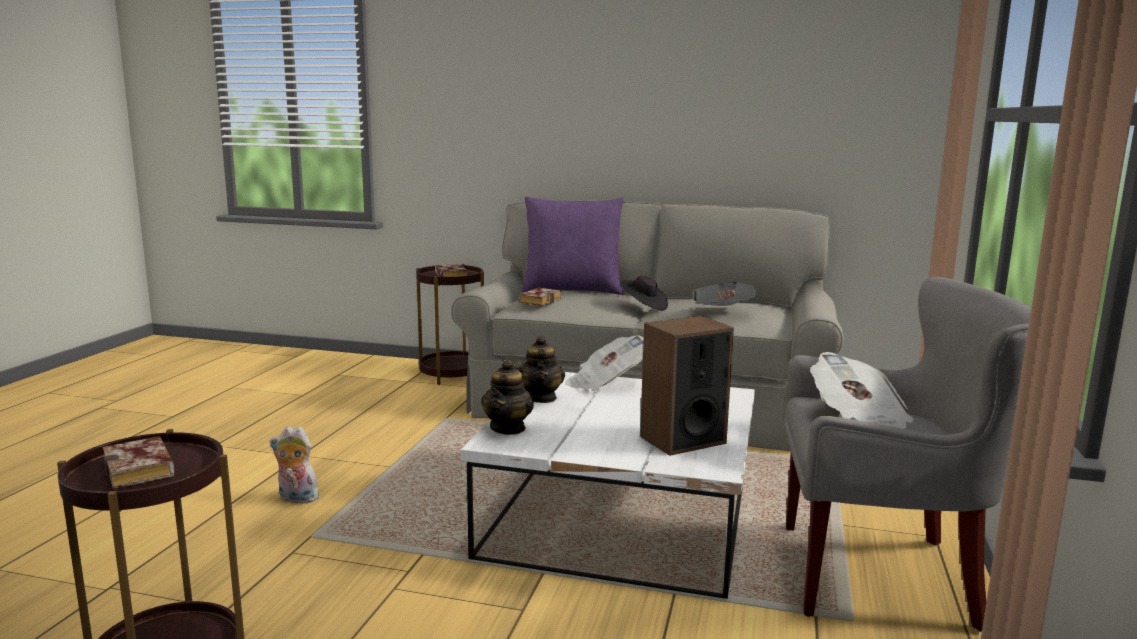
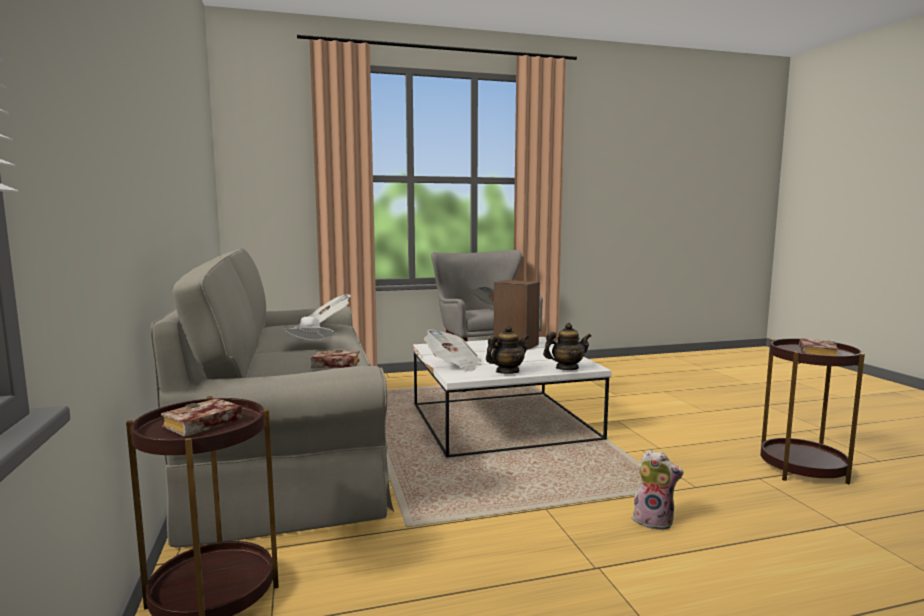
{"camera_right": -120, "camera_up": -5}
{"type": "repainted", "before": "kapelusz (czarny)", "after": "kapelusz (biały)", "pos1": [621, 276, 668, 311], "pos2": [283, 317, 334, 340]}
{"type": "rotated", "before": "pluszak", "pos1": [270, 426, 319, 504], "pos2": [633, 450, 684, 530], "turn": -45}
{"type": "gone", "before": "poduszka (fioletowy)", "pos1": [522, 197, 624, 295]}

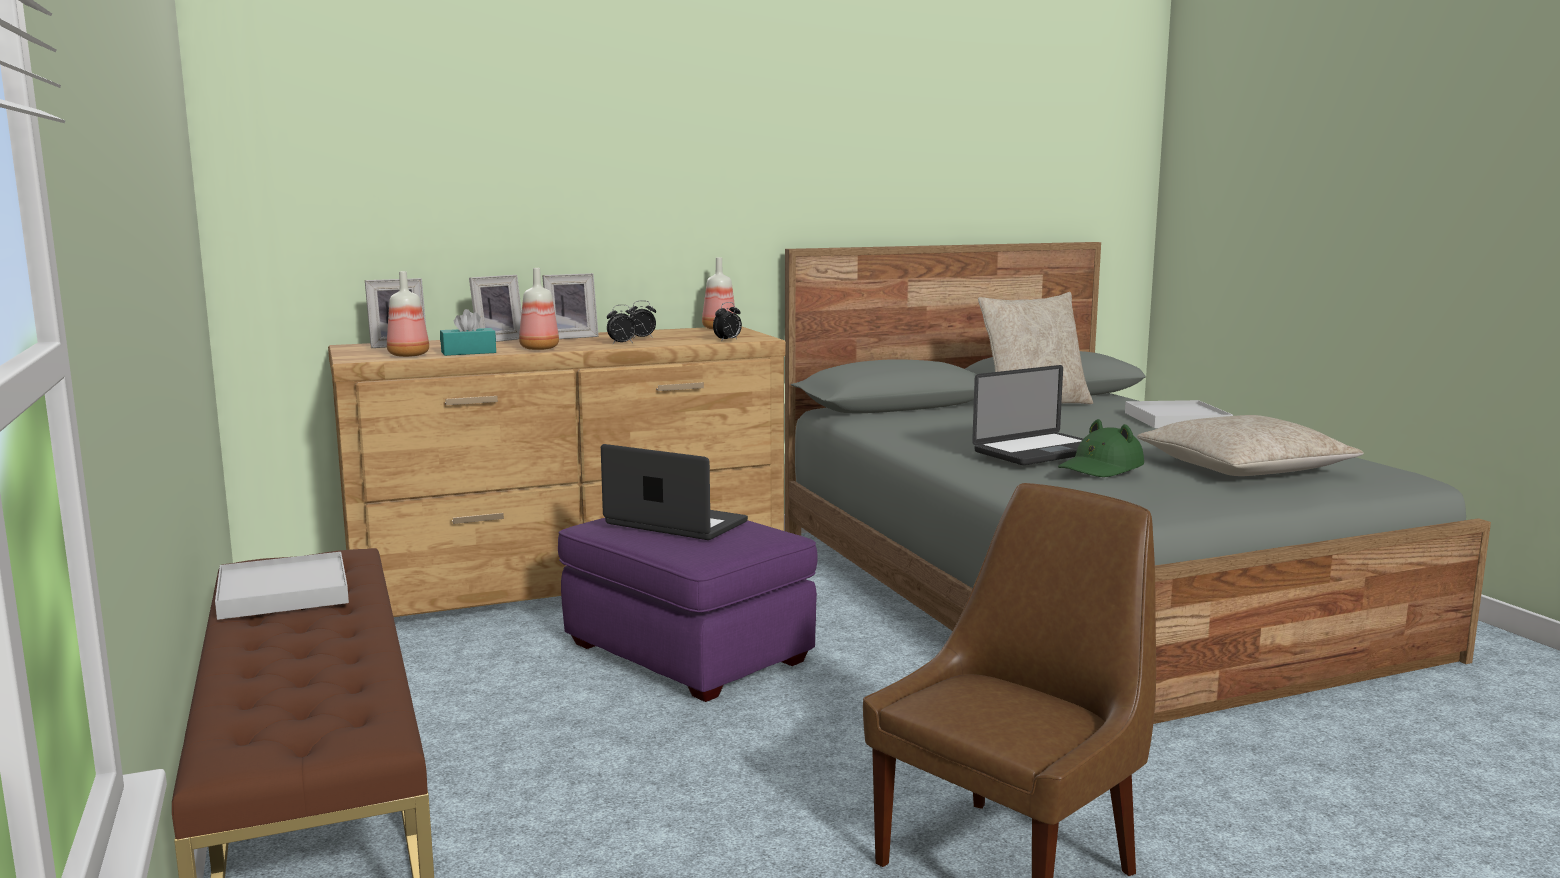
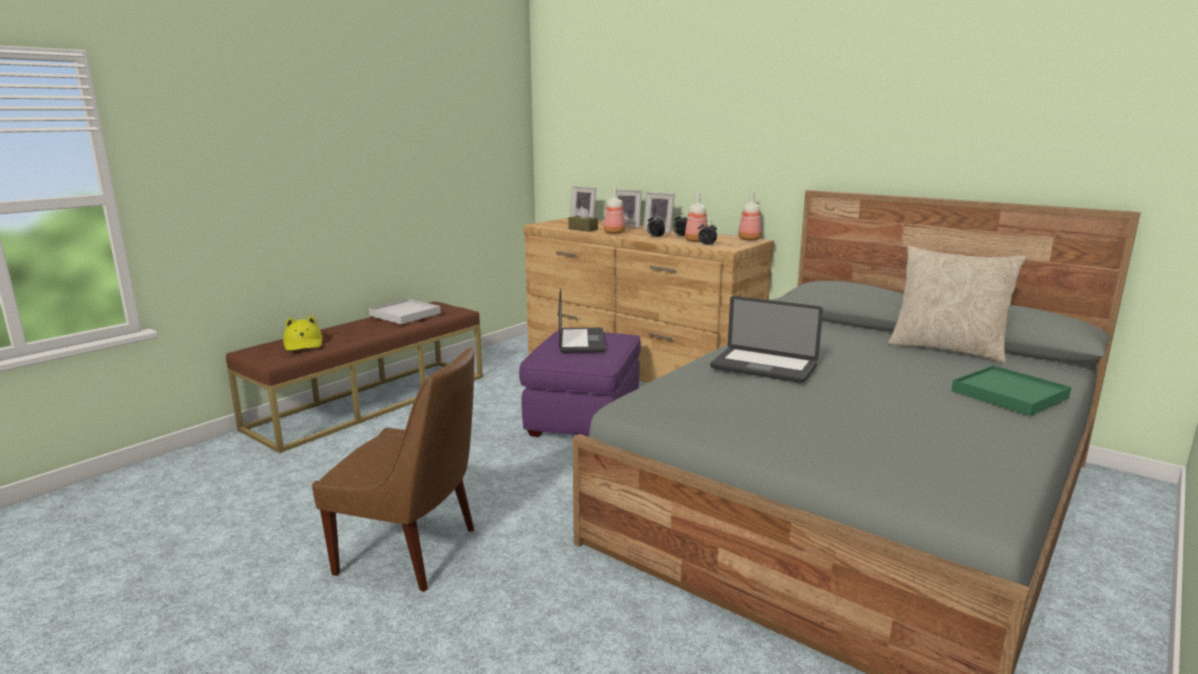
{"camera_right": 60, "camera_up": 5}
{"type": "new", "after": "kapelusz (żółty)", "pos2": [283, 316, 323, 351]}
{"type": "repainted", "before": "pudełko chusteczek (turkusowy)", "after": "pudełko chusteczek (brązowy)", "pos1": [440, 309, 496, 356], "pos2": [568, 206, 598, 232]}
{"type": "shifted", "before": "butelka", "pos1": [387, 271, 429, 357], "pos2": [685, 192, 708, 242]}
{"type": "repainted", "before": "taca (biały)", "after": "taca (zielony)", "pos1": [1125, 400, 1233, 428], "pos2": [951, 365, 1071, 416]}
{"type": "gone", "before": "kapelusz (zielony)", "pos1": [1058, 419, 1144, 477]}
{"type": "gone", "before": "poduszka (beżowy)", "pos1": [1137, 415, 1364, 476]}

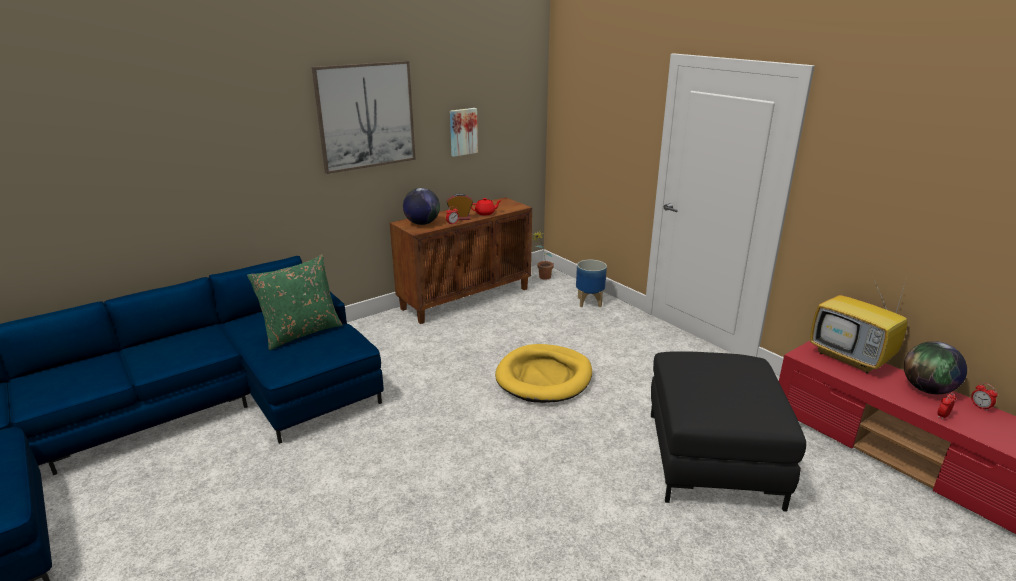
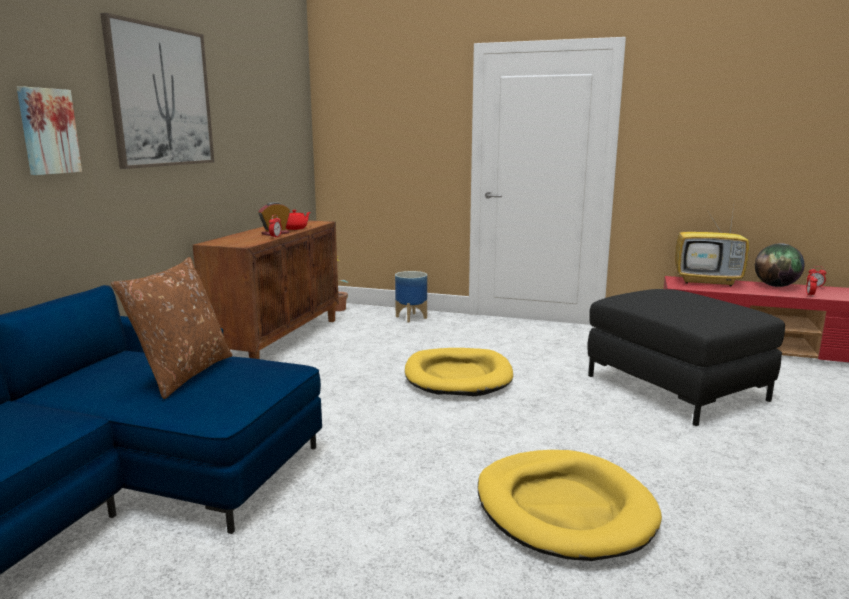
{"camera_right": -35, "camera_up": -10}
{"type": "shifted", "before": "obraz", "pos1": [450, 108, 478, 157], "pos2": [17, 86, 82, 175]}
{"type": "repainted", "before": "poduszka (zielony)", "after": "poduszka (brązowy)", "pos1": [247, 255, 342, 350], "pos2": [111, 257, 233, 399]}
{"type": "new", "after": "legowisko (żółty)", "pos2": [478, 450, 662, 561]}
{"type": "gone", "before": "globus", "pos1": [403, 188, 440, 225]}

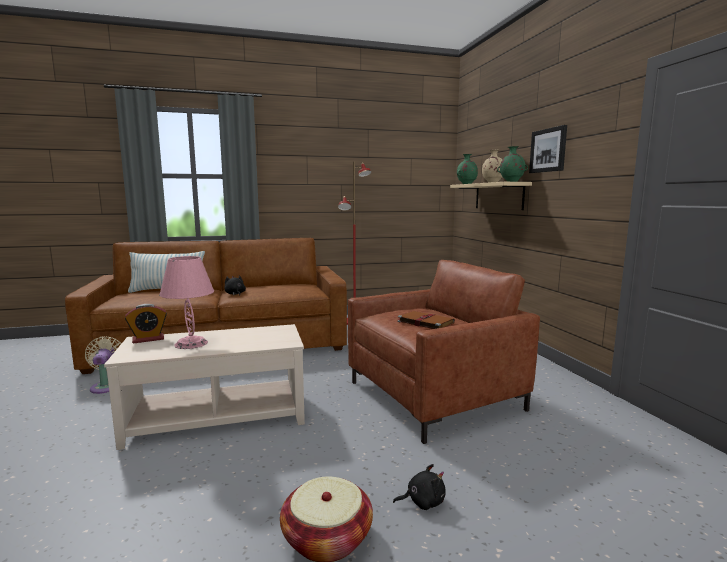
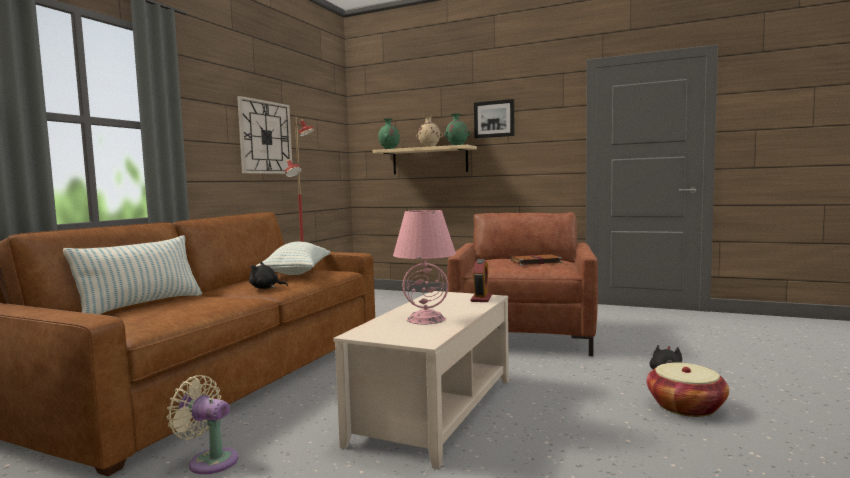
{"camera_right": -50, "camera_up": -5}
{"type": "new", "after": "zegar ścienny", "pos2": [237, 96, 292, 174]}
{"type": "new", "after": "poduszka", "pos2": [256, 242, 330, 275]}
{"type": "shifted", "before": "budzik", "pos1": [125, 304, 167, 344], "pos2": [471, 259, 492, 302]}

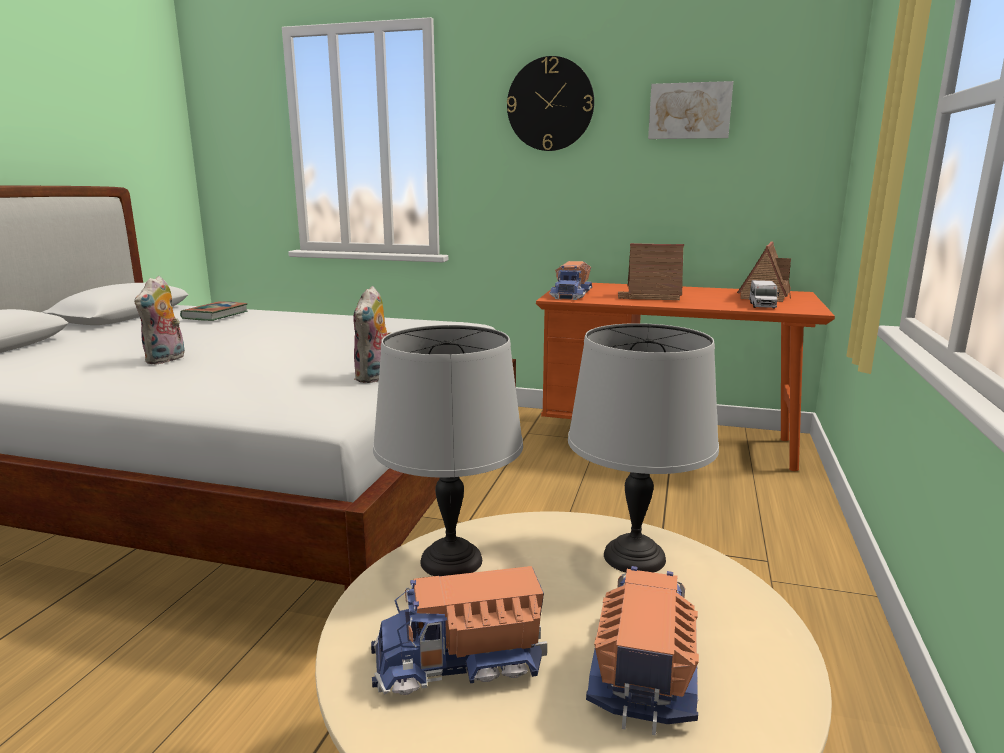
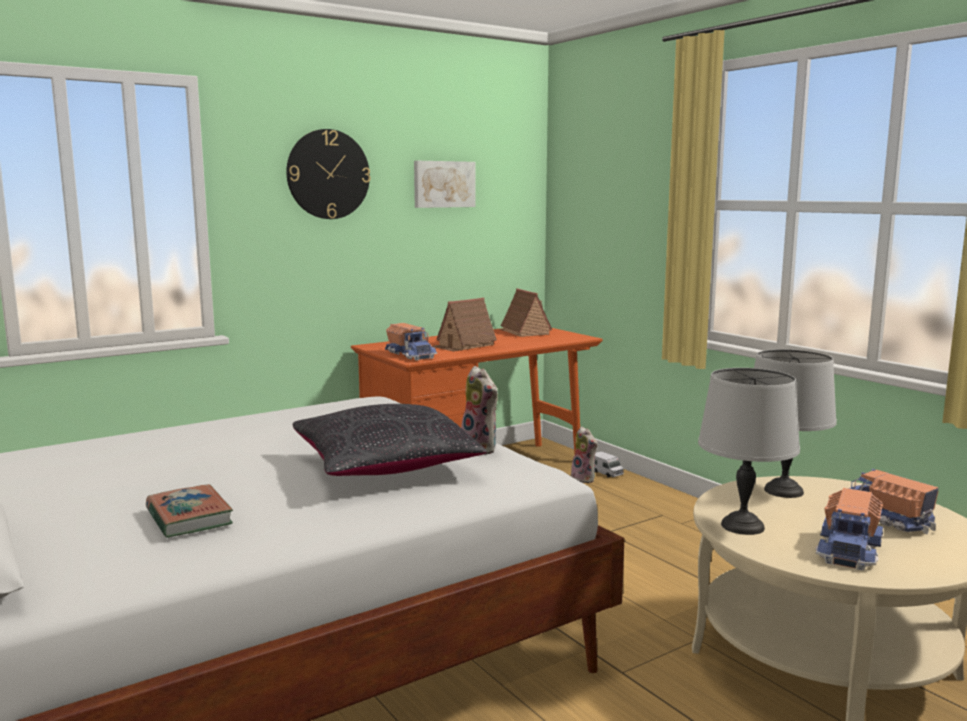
{"camera_right": -50, "camera_up": -5}
{"type": "shifted", "before": "książka", "pos1": [180, 301, 248, 321], "pos2": [146, 484, 233, 538]}
{"type": "new", "after": "poduszka (czarny)", "pos2": [293, 404, 487, 476]}
{"type": "shifted", "before": "pluszak", "pos1": [134, 276, 185, 364], "pos2": [571, 427, 598, 483]}
{"type": "shifted", "before": "ciężarówka zabawkowa", "pos1": [749, 280, 780, 309], "pos2": [595, 451, 624, 477]}

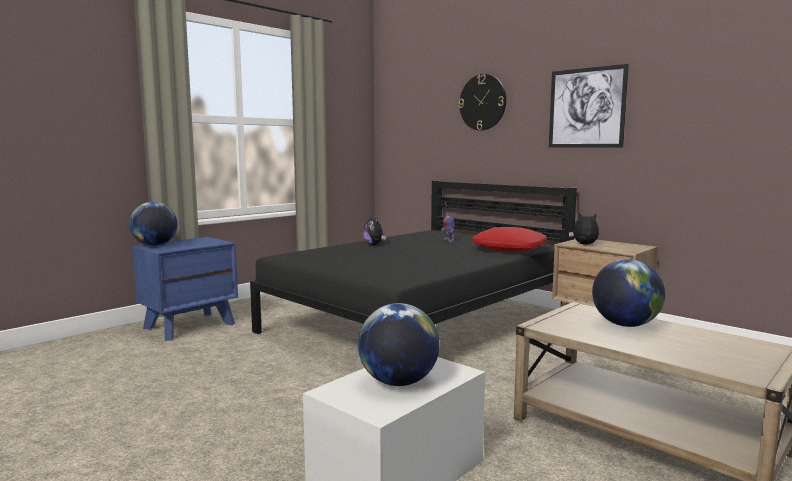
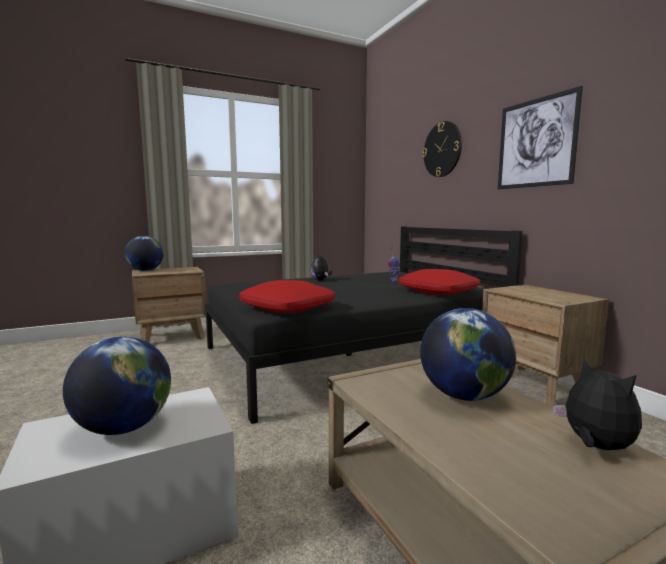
{"camera_right": 20, "camera_up": 0}
{"type": "repainted", "before": "szafka nocna (niebieski)", "after": "szafka nocna (brązowy)", "pos1": [132, 237, 238, 341], "pos2": [132, 267, 206, 343]}
{"type": "new", "after": "poduszka (czerwony)", "pos2": [239, 280, 335, 313]}
{"type": "shifted", "before": "pluszak", "pos1": [569, 213, 599, 245], "pos2": [553, 359, 642, 450]}

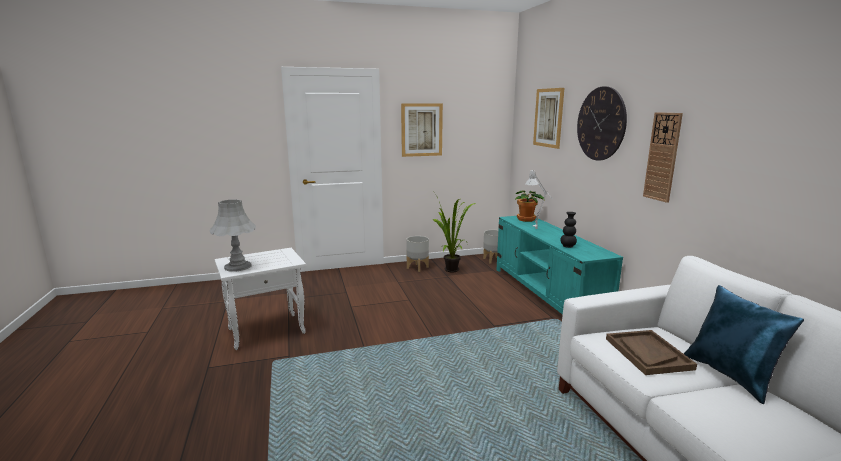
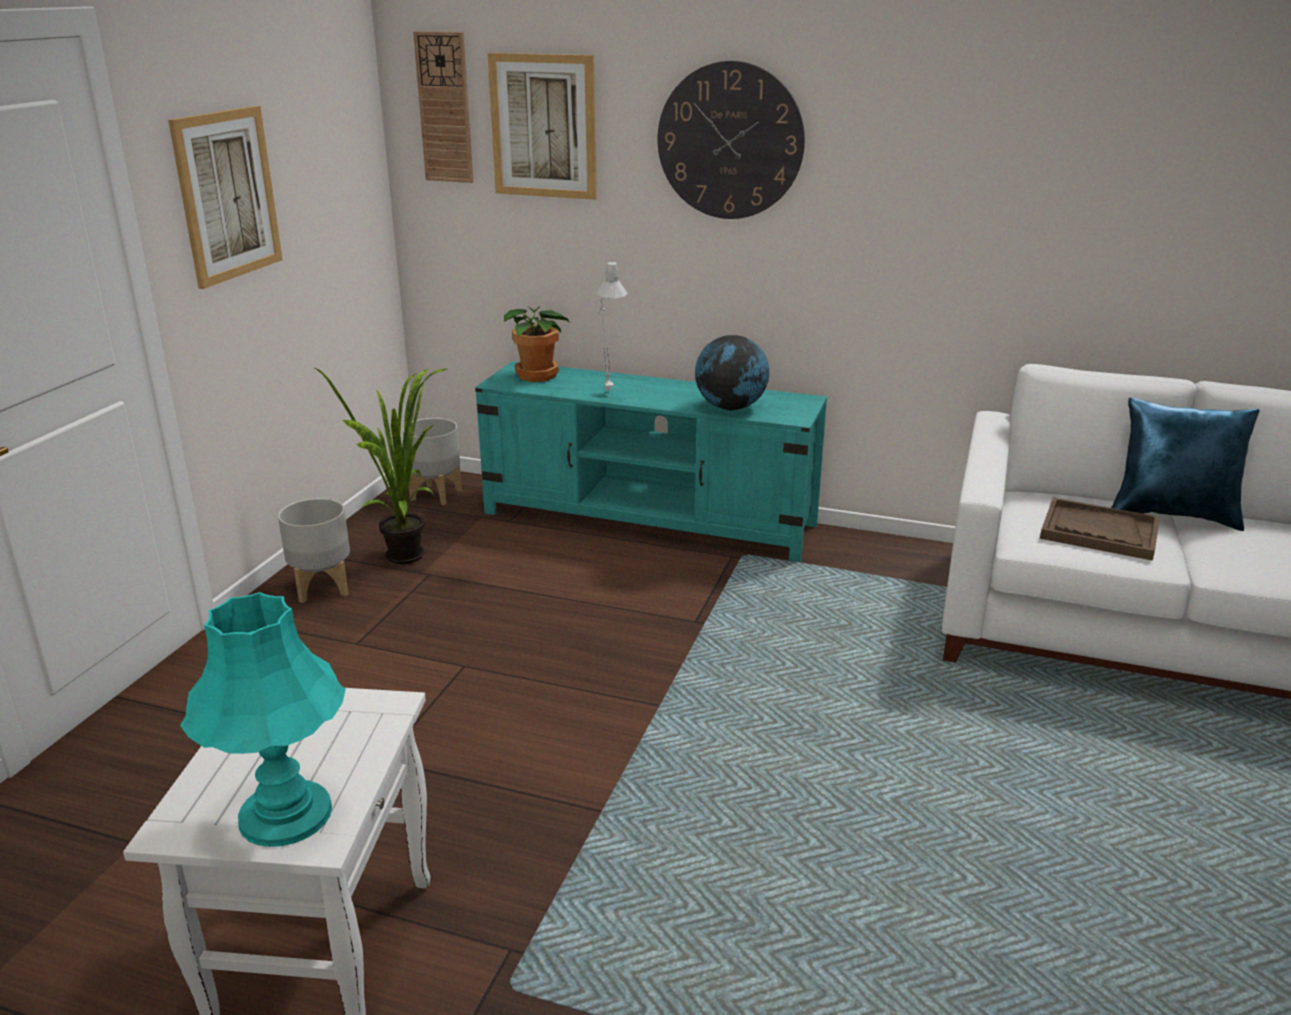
{"camera_right": -55, "camera_up": 10}
{"type": "repainted", "before": "lampa stołowa (szary)", "after": "lampa stołowa (turkusowy)", "pos1": [209, 199, 256, 272], "pos2": [180, 592, 346, 847]}
{"type": "shifted", "before": "zegar ścienny", "pos1": [643, 112, 683, 203], "pos2": [413, 31, 473, 183]}
{"type": "swapped", "before": "wazon (czarny)", "after": "globus", "pos1": [560, 212, 577, 248], "pos2": [695, 335, 769, 410]}

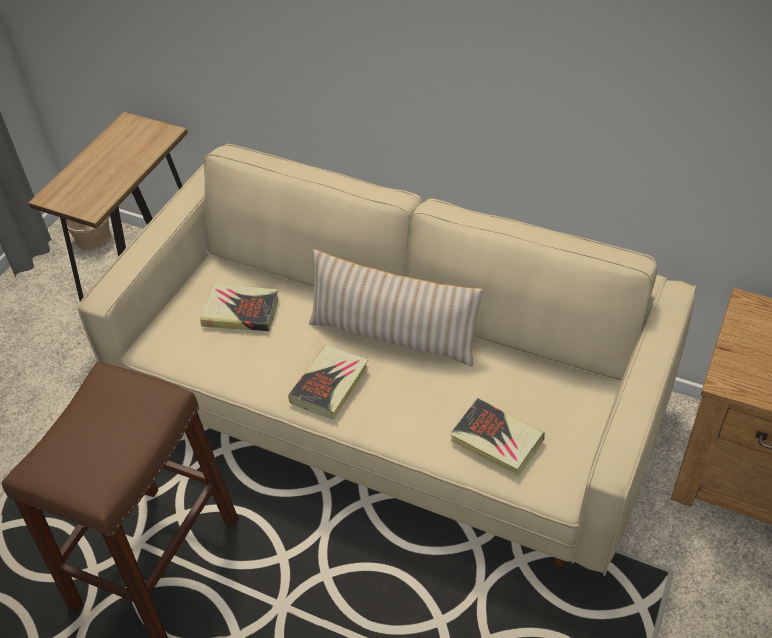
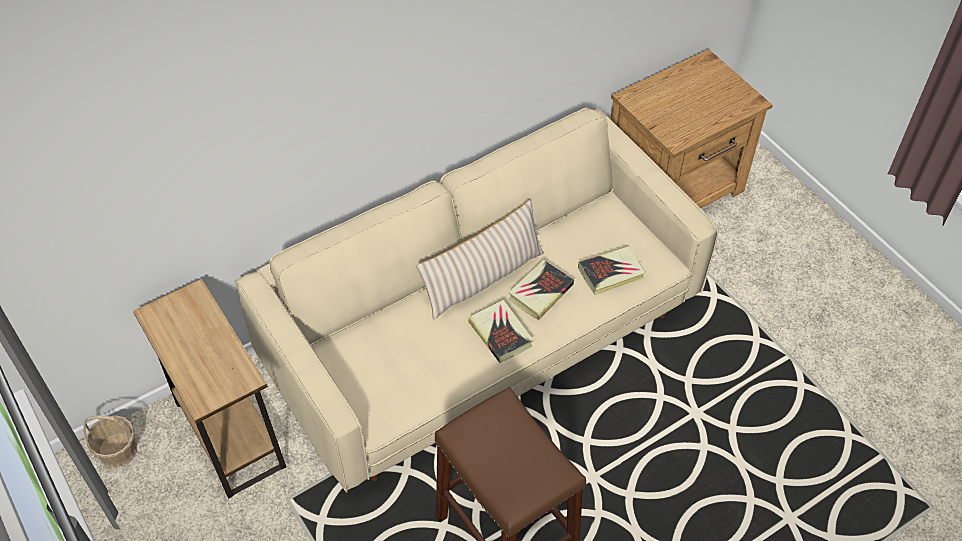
{"camera_right": -60, "camera_up": 5}
{"type": "shifted", "before": "książka", "pos1": [200, 284, 279, 331], "pos2": [508, 260, 574, 320]}

